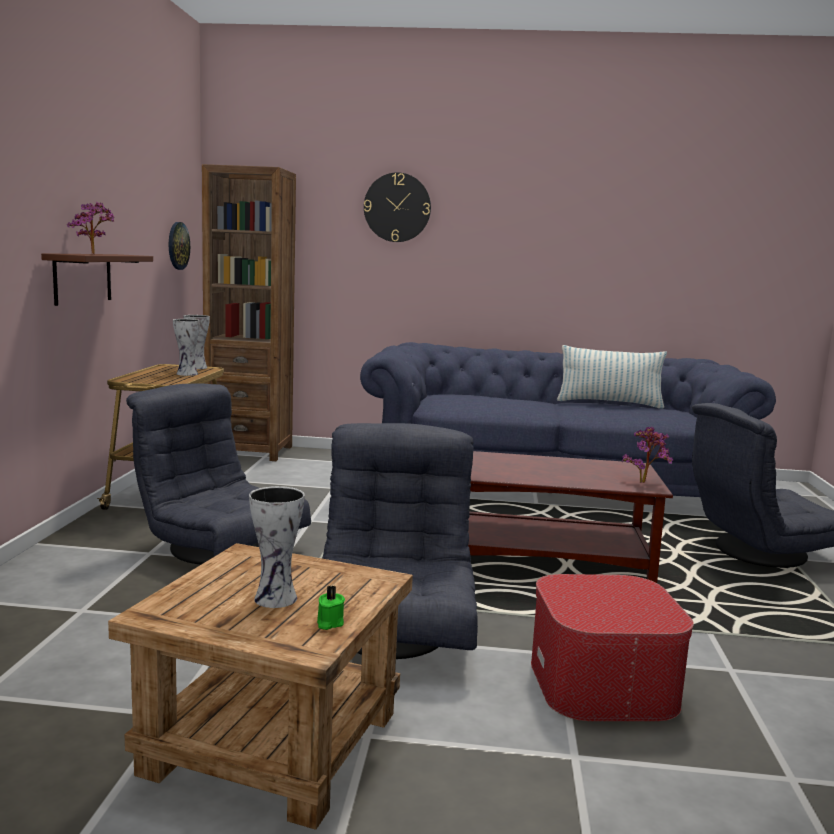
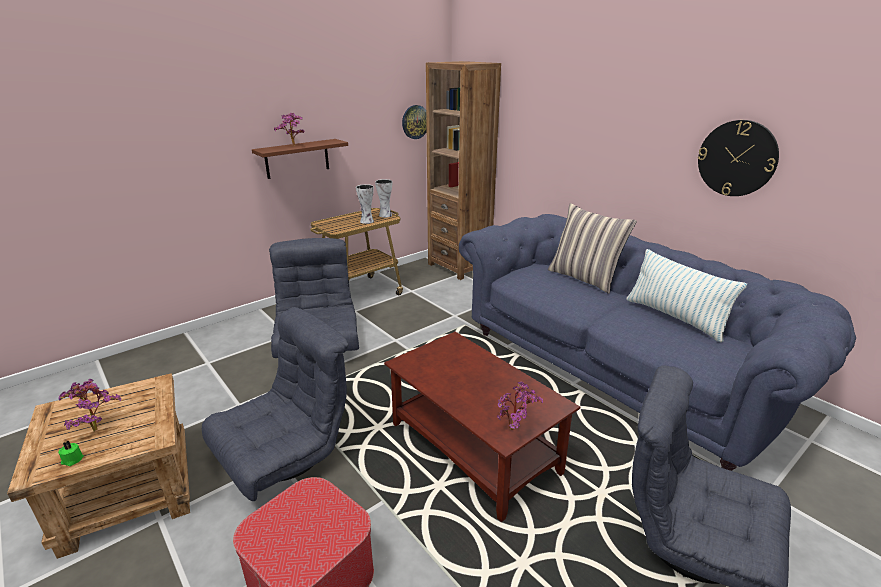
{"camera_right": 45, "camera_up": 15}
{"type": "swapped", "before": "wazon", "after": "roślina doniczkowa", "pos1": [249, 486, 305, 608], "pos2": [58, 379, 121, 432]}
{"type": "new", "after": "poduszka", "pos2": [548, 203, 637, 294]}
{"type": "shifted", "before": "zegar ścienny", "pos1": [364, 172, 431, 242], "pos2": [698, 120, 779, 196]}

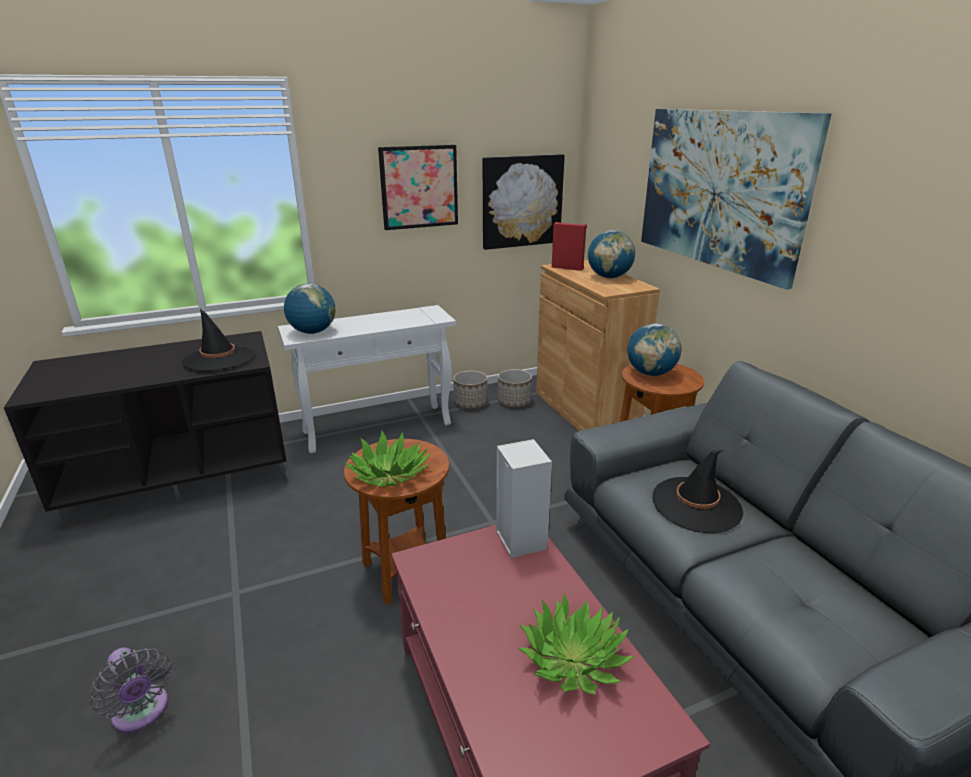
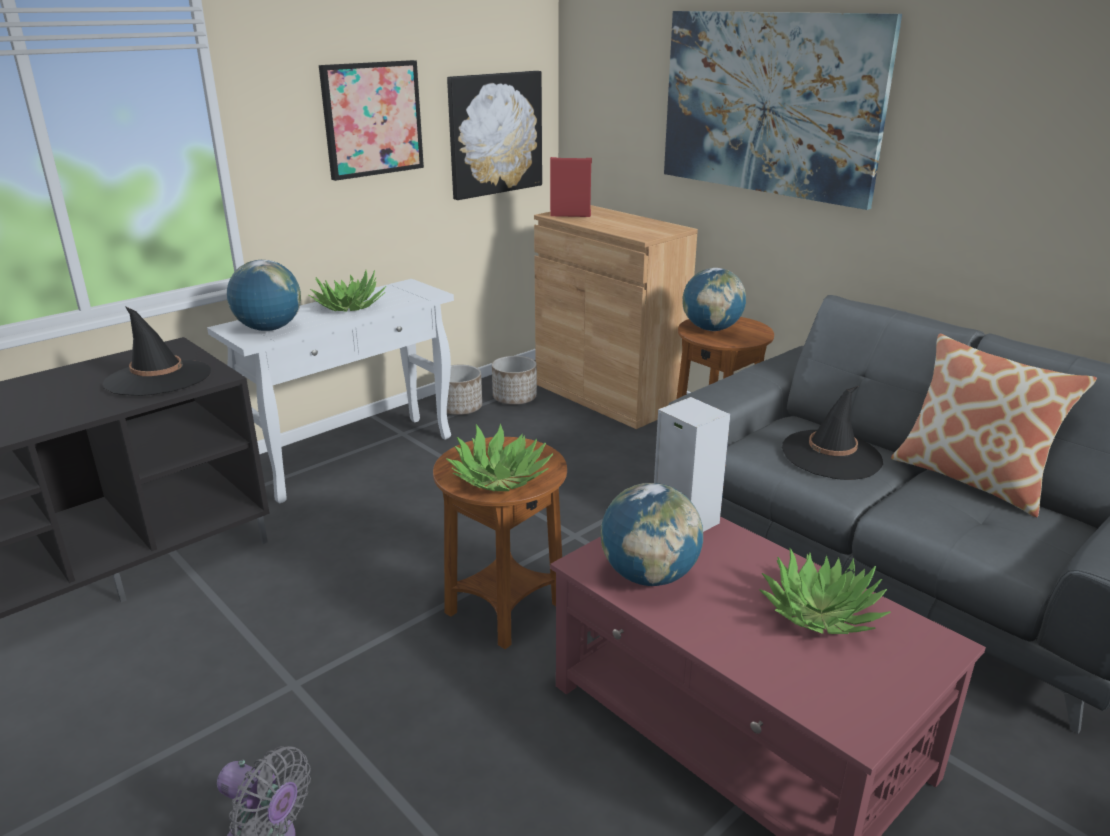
{"camera_right": -20, "camera_up": 0}
{"type": "new", "after": "roślina doniczkowa", "pos2": [309, 270, 386, 312]}
{"type": "shifted", "before": "globus", "pos1": [588, 230, 635, 279], "pos2": [600, 483, 703, 586]}
{"type": "new", "after": "poduszka", "pos2": [891, 333, 1097, 517]}

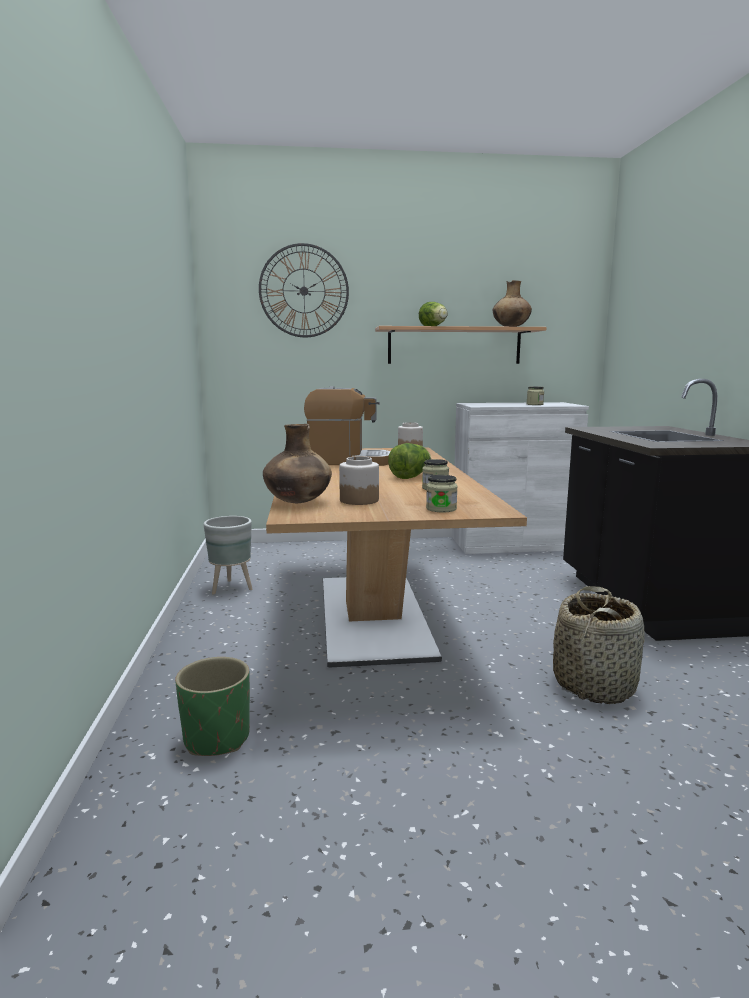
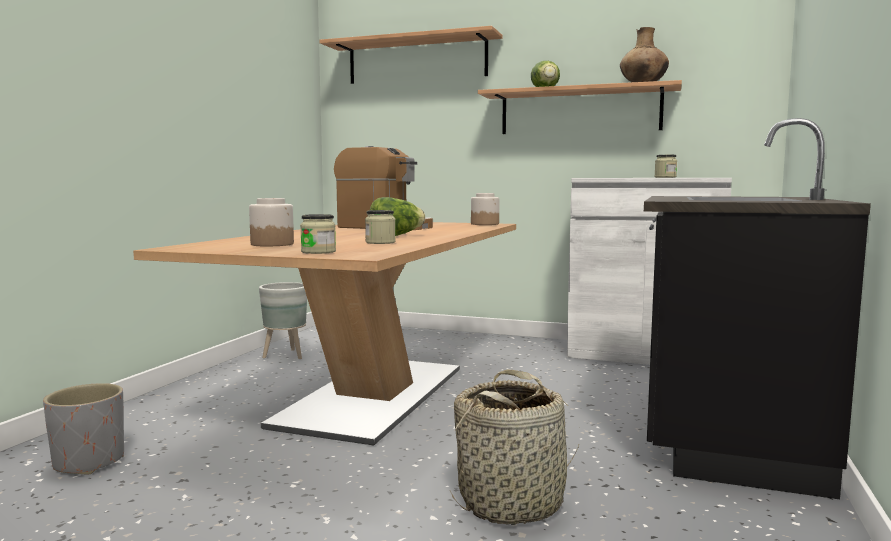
{"camera_right": 25, "camera_up": -5}
{"type": "repainted", "before": "donica (zielony)", "after": "donica (szary)", "pos1": [175, 657, 250, 756], "pos2": [43, 383, 124, 474]}
{"type": "swapped", "before": "zegar ścienny", "after": "półka", "pos1": [259, 243, 349, 338], "pos2": [319, 26, 503, 84]}
{"type": "gone", "before": "wazon (brązowy)", "pos1": [263, 424, 332, 503]}

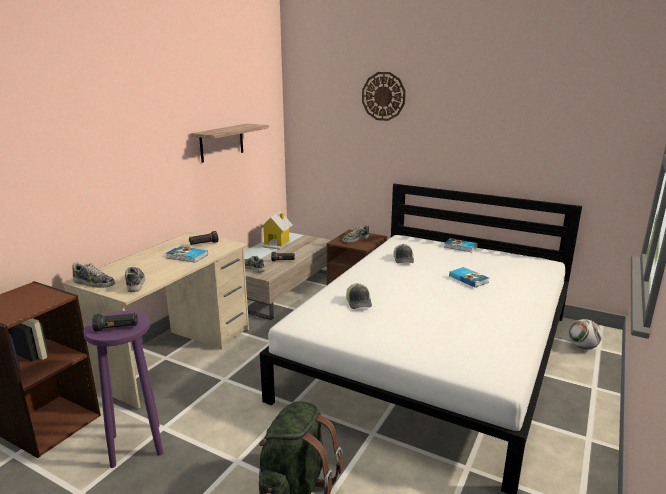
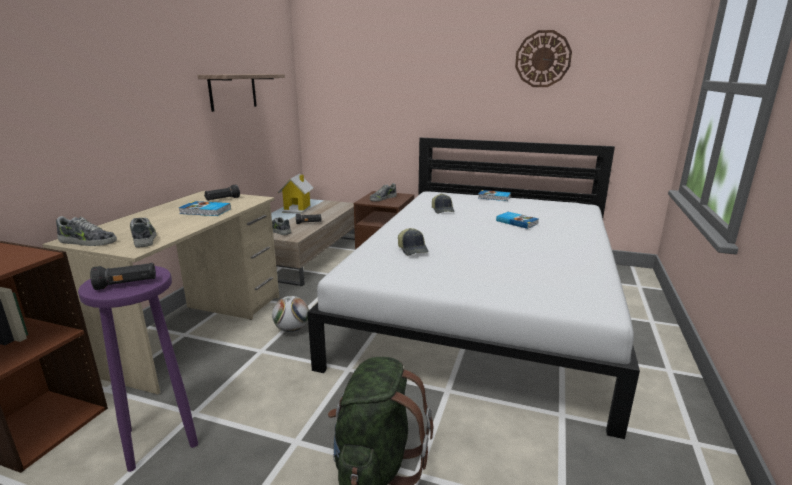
{"camera_right": -10, "camera_up": 0}
{"type": "shifted", "before": "piłka futbolowa", "pos1": [569, 319, 602, 350], "pos2": [272, 296, 309, 332]}
{"type": "shifted", "before": "zegar ścienny", "pos1": [362, 72, 406, 121], "pos2": [515, 30, 572, 87]}

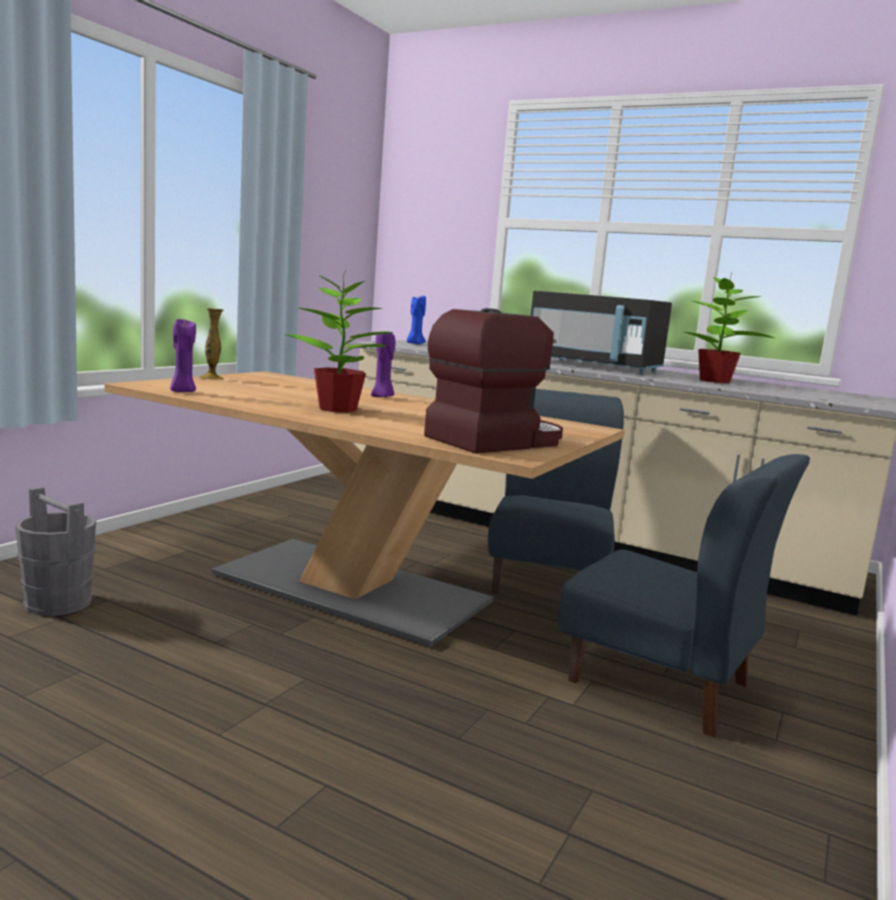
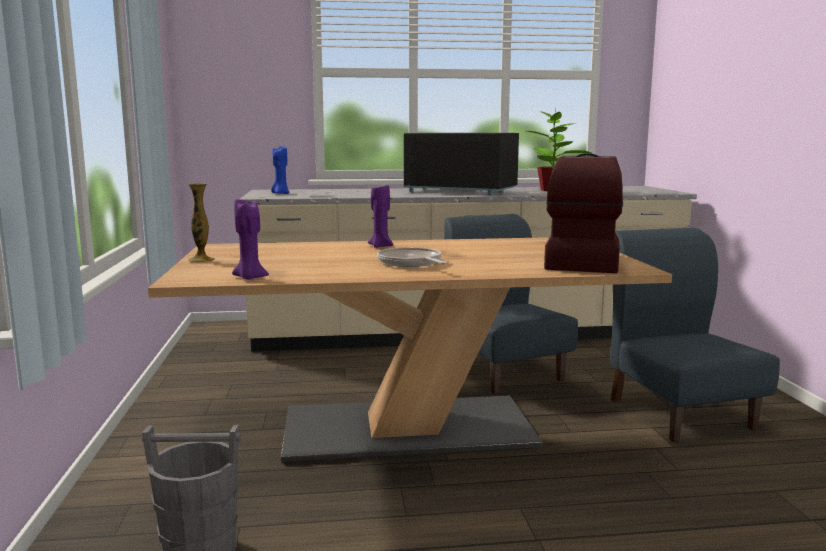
{"camera_right": -35, "camera_up": 0}
{"type": "swapped", "before": "roślina doniczkowa", "after": "patelnia", "pos1": [284, 273, 393, 413], "pos2": [377, 247, 447, 267]}
{"type": "rotated", "before": "mikrofalówka (czarny)", "pos1": [531, 291, 672, 374], "pos2": [403, 133, 519, 195], "turn": -150}
{"type": "rotated", "before": "krzesło (niebieski)", "pos1": [558, 454, 810, 738], "pos2": [610, 227, 780, 442], "turn": -105}

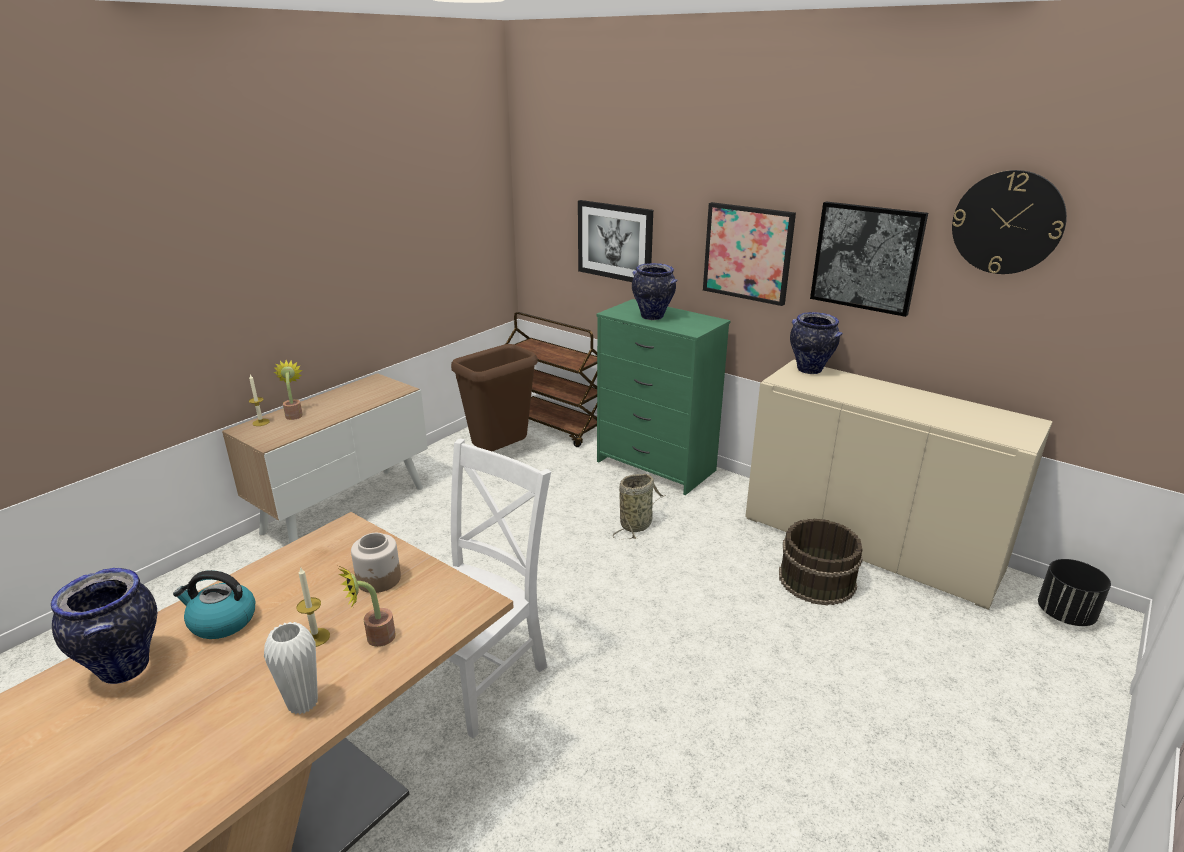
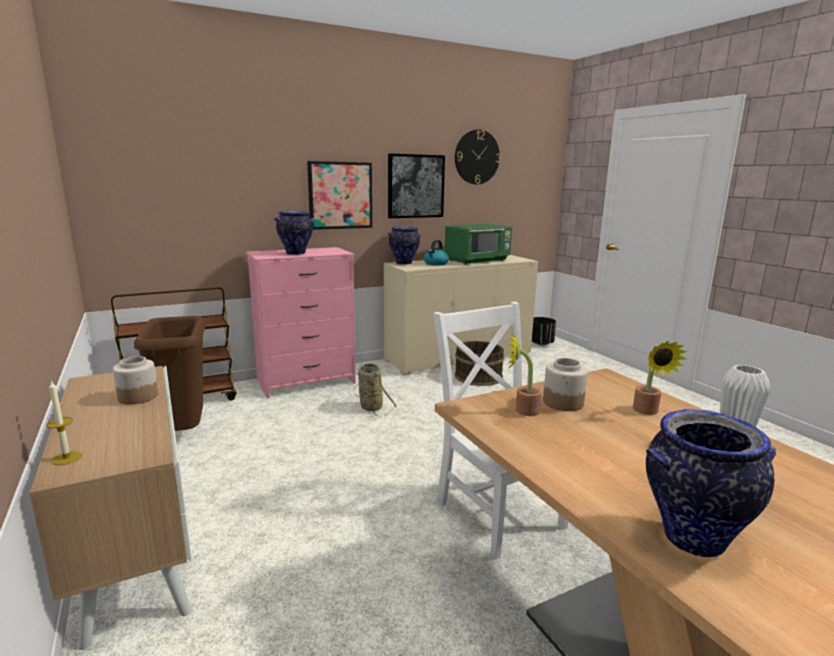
{"camera_right": -65, "camera_up": -10}
{"type": "new", "after": "słoik", "pos2": [113, 356, 158, 404]}
{"type": "repainted", "before": "komoda (zielony)", "after": "komoda (różowy)", "pos1": [596, 299, 731, 495], "pos2": [246, 247, 356, 399]}
{"type": "shifted", "before": "czajnik", "pos1": [173, 570, 255, 639], "pos2": [424, 240, 449, 266]}
{"type": "new", "after": "mikrofalówka (zielony)", "pos2": [445, 224, 512, 265]}
{"type": "shifted", "before": "roślina doniczkowa", "pos1": [274, 360, 303, 420], "pos2": [509, 333, 542, 416]}
{"type": "gone", "before": "świeca", "pos1": [296, 566, 330, 647]}
{"type": "gone", "before": "obraz", "pos1": [578, 200, 653, 282]}

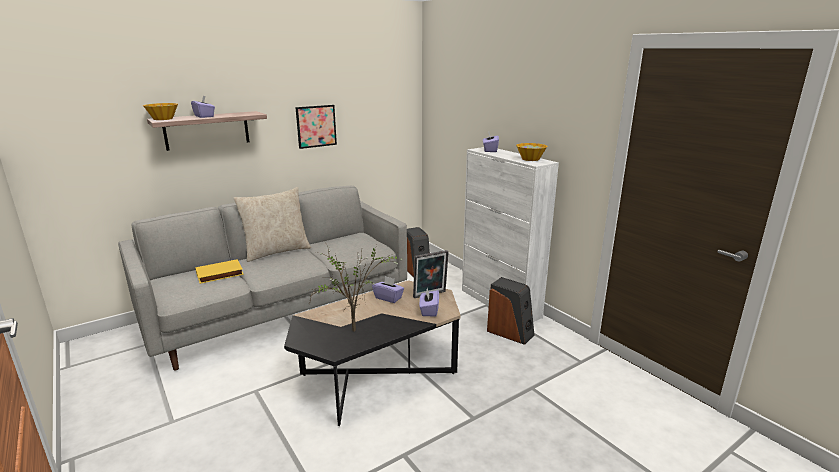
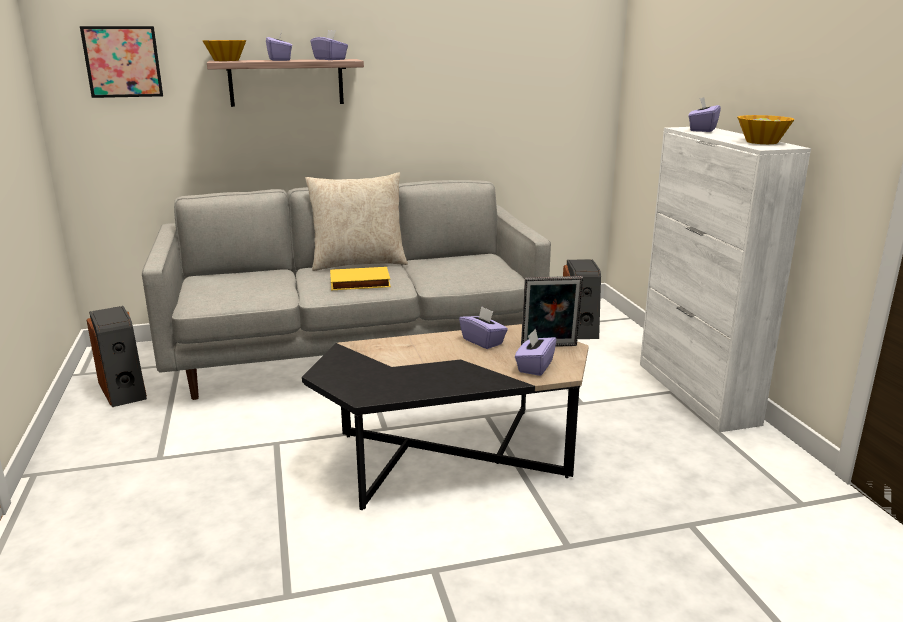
{"camera_right": 20, "camera_up": 0}
{"type": "shifted", "before": "obraz", "pos1": [295, 105, 337, 149], "pos2": [80, 26, 163, 98]}
{"type": "shifted", "before": "głośnik", "pos1": [487, 277, 534, 345], "pos2": [87, 306, 147, 407]}
{"type": "new", "after": "pudełko chusteczek (fioletowy)", "pos2": [311, 30, 348, 60]}
{"type": "shifted", "before": "książka (żółty)", "pos1": [195, 259, 244, 284], "pos2": [330, 267, 391, 290]}
{"type": "gone", "before": "roślina doniczkowa", "pos1": [308, 241, 402, 331]}

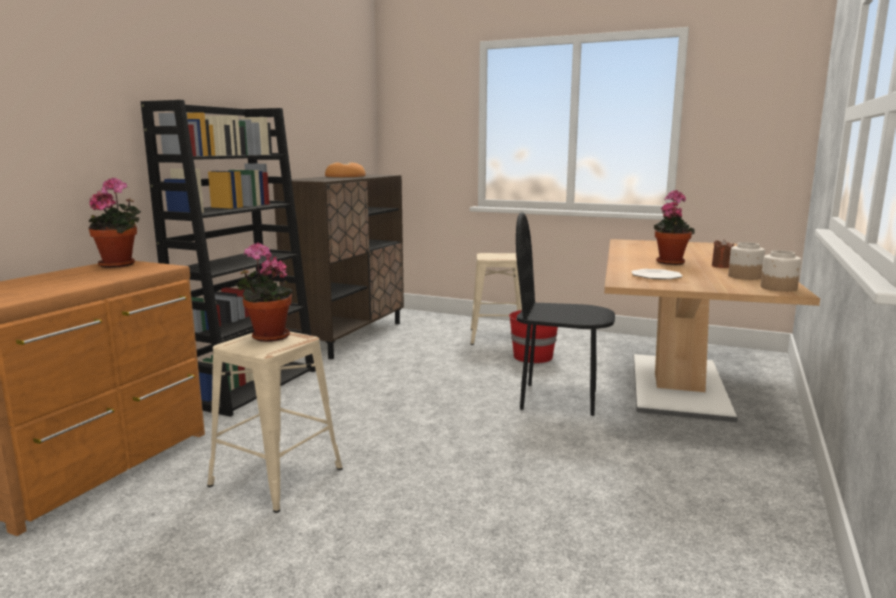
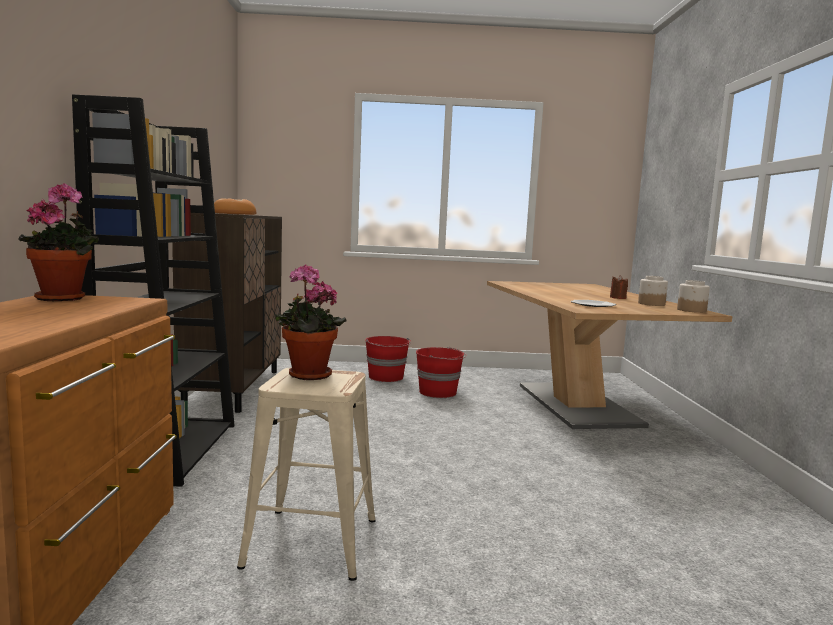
{"camera_right": -25, "camera_up": -5}
{"type": "swapped", "before": "stołek (beżowy)", "after": "wiadro (czerwony)", "pos1": [471, 253, 522, 345], "pos2": [365, 336, 411, 382]}
{"type": "gone", "before": "krzesło (czarny)", "pos1": [516, 213, 615, 416]}
{"type": "gone", "before": "roślina doniczkowa", "pos1": [654, 190, 695, 265]}

